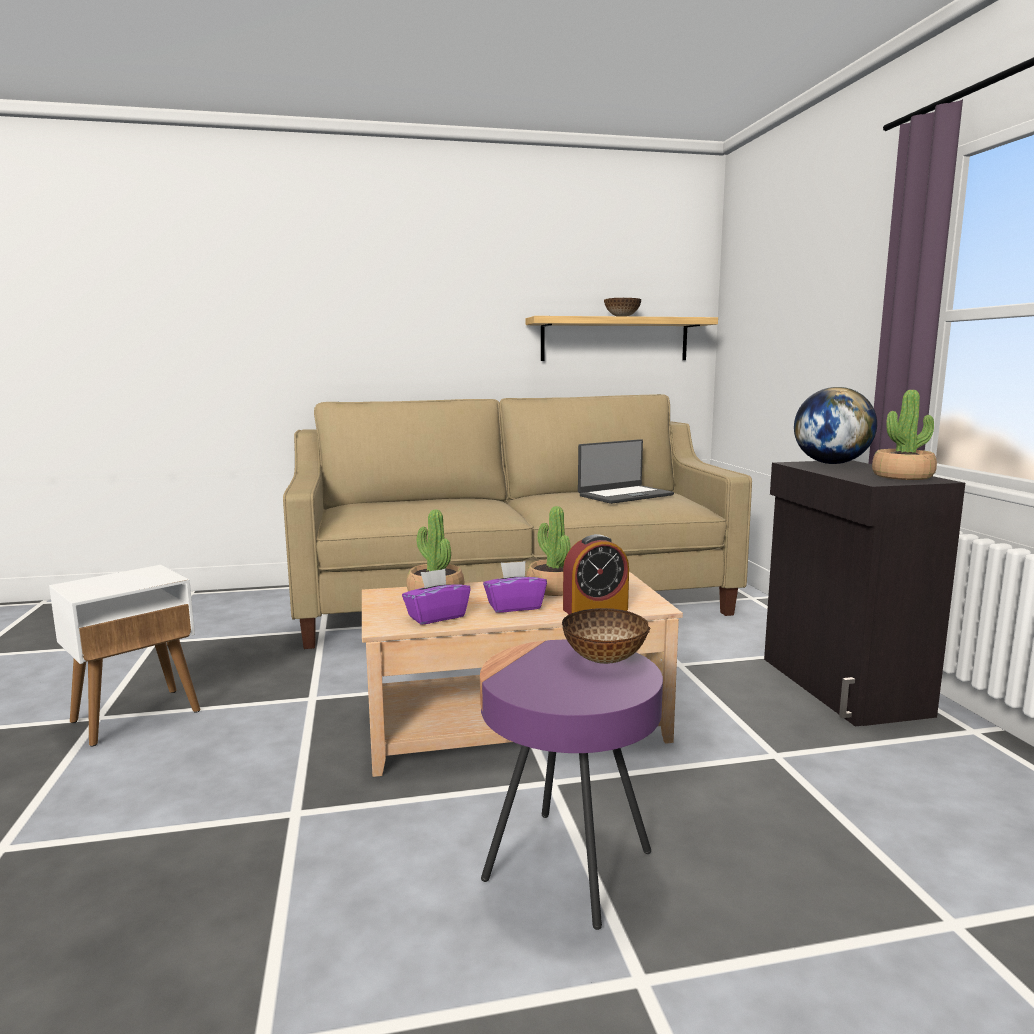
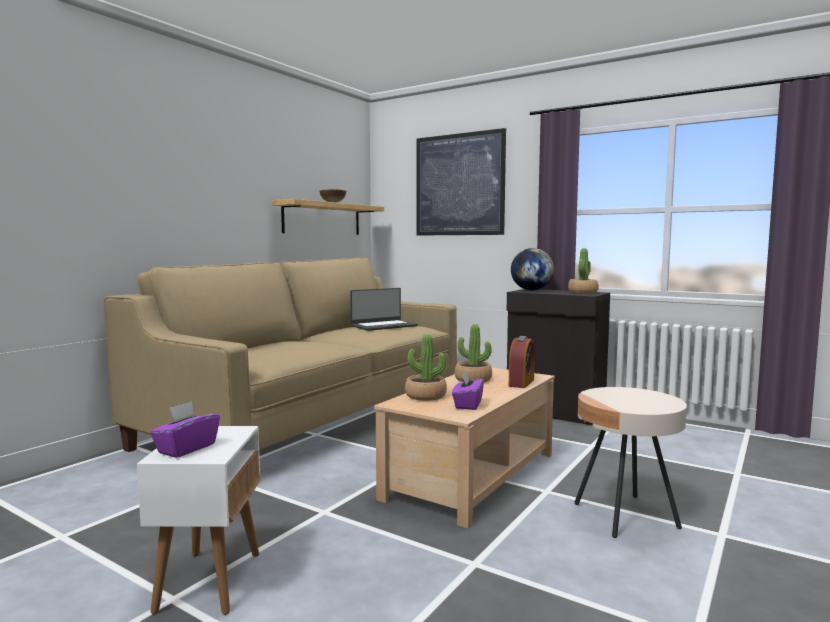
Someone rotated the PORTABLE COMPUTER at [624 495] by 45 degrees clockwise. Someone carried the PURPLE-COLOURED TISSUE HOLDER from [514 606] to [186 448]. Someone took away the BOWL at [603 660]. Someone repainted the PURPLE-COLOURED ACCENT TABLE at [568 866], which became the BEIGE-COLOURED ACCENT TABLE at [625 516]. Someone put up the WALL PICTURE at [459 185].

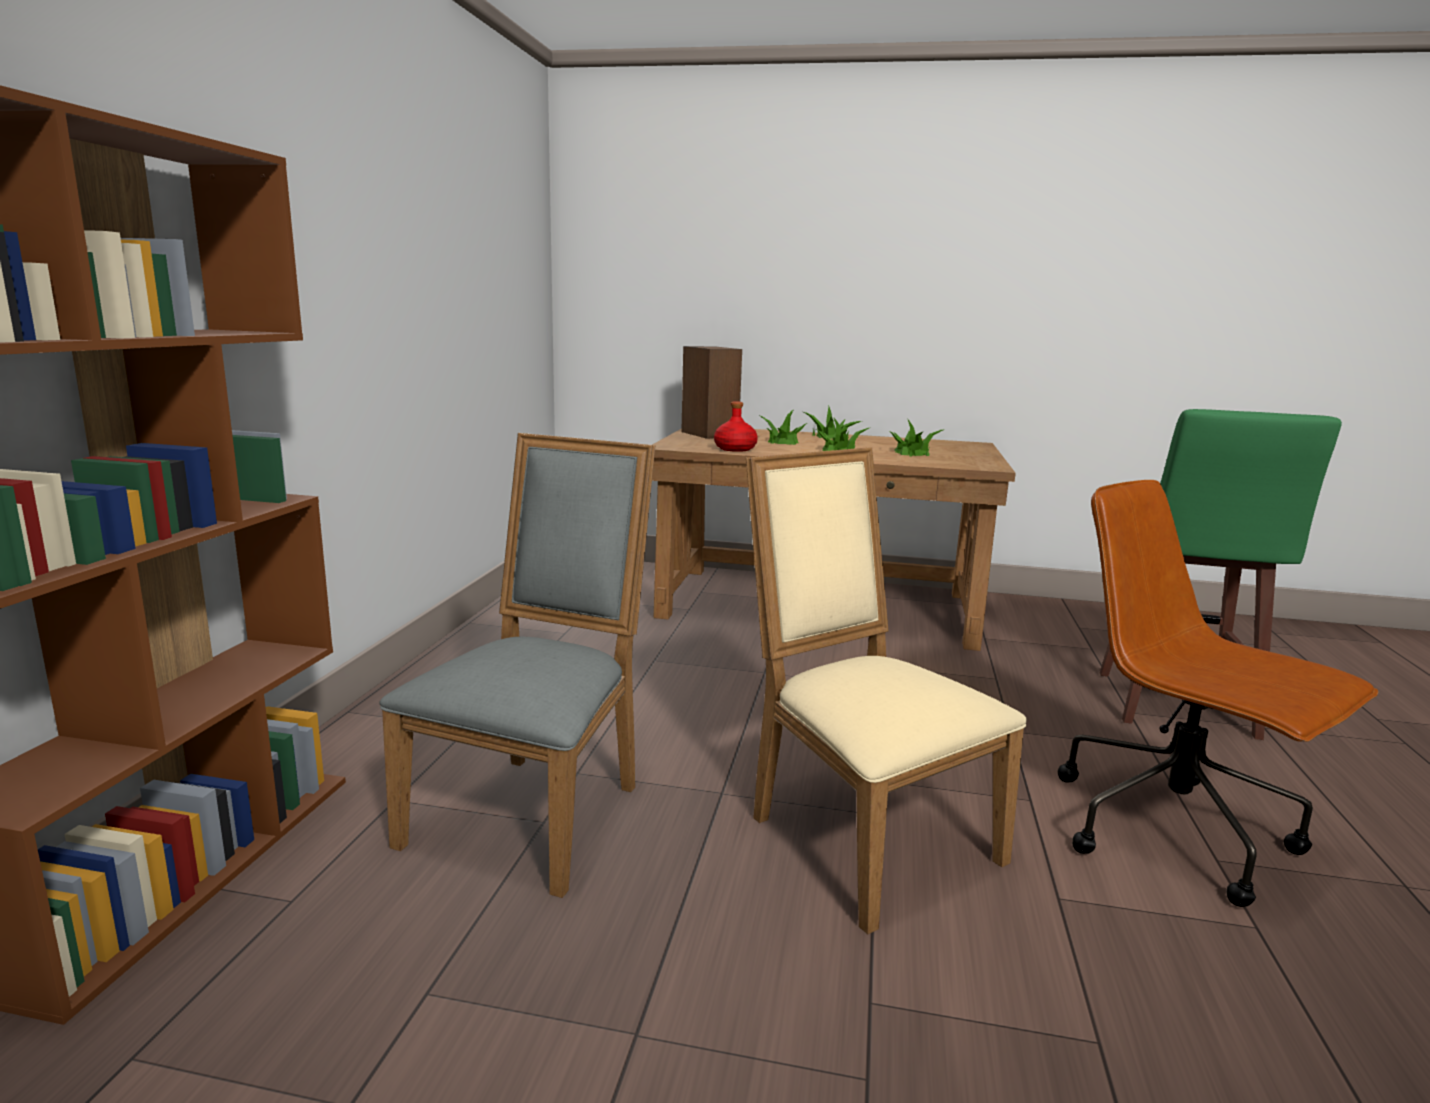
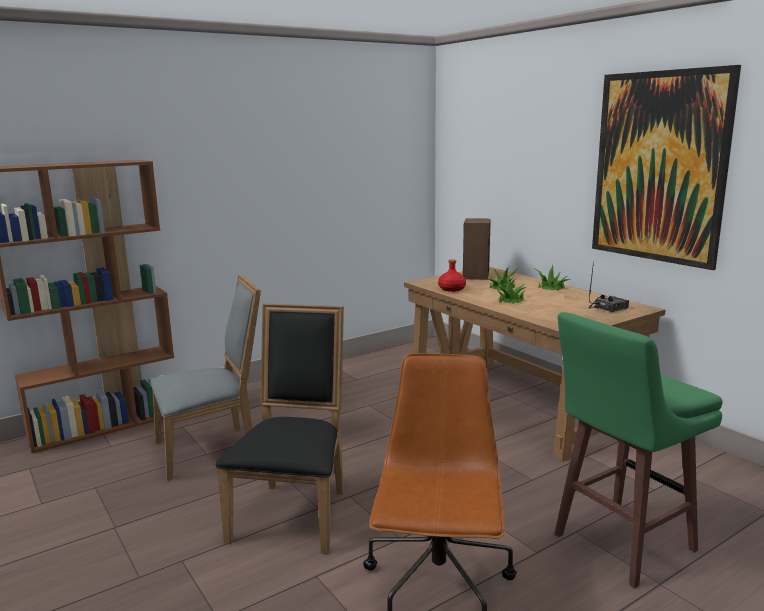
Someone took away the POTTED PLANT at [911 453]. Someone repainted the BEIGE-COLOURED UPRIGHT CHAIR at [860 835], which became the BLACKISH UPRIGHT CHAIR at [295 512]. Someone put up the WALL PICTURE at [659 167]. Someone put down the RADIO SET at [608 308].

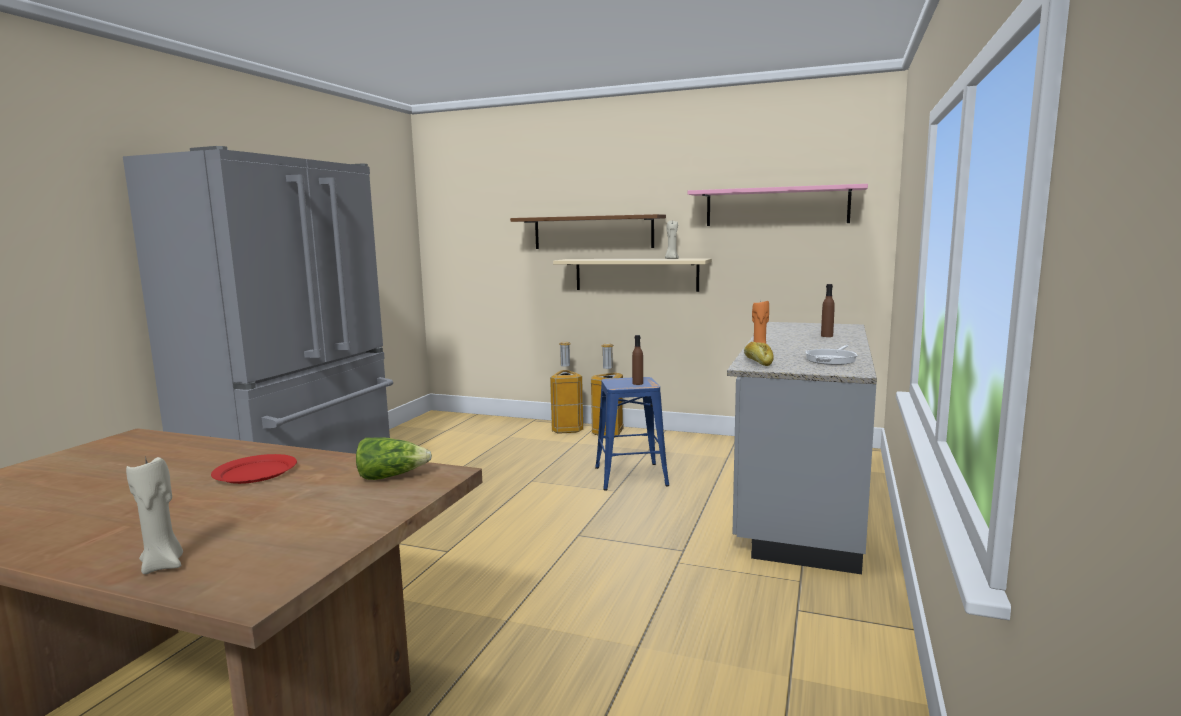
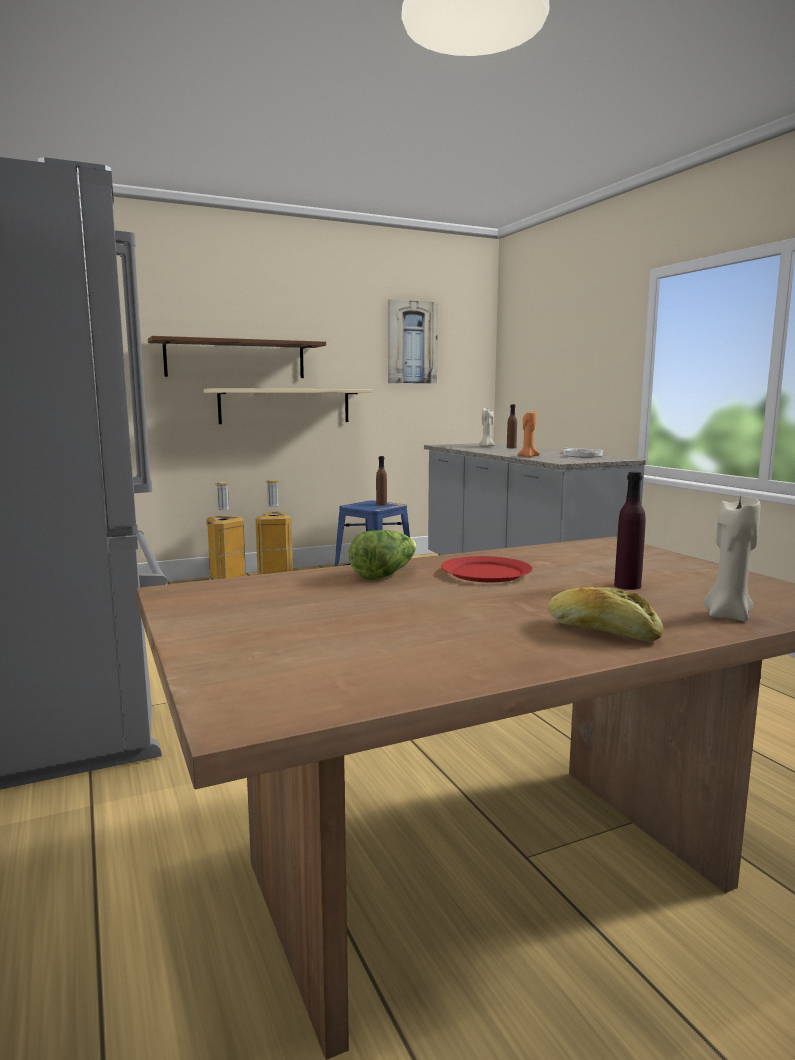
Someone swapped the PINK-COLOURED WALL SHELF at [776 206] for the WALL PICTURE at [411 342]. Someone carried the BEIGE-COLOURED WAX CANDLE from [671 259] to [486 446]. Someone carried the BAKED BREAD from [758 362] to [601 631]. Someone carried the LETTUCE HEAD from [391 476] to [384 574]. Someone put down the PURPLE-COLOURED BOTTLE at [627 586].

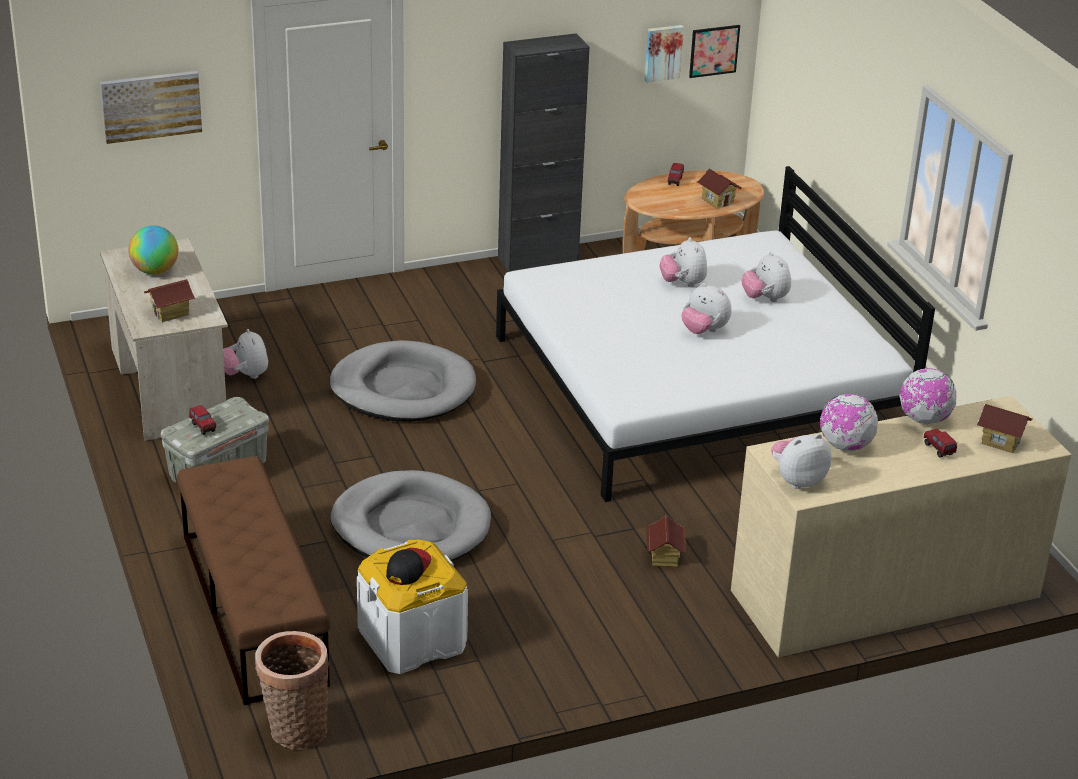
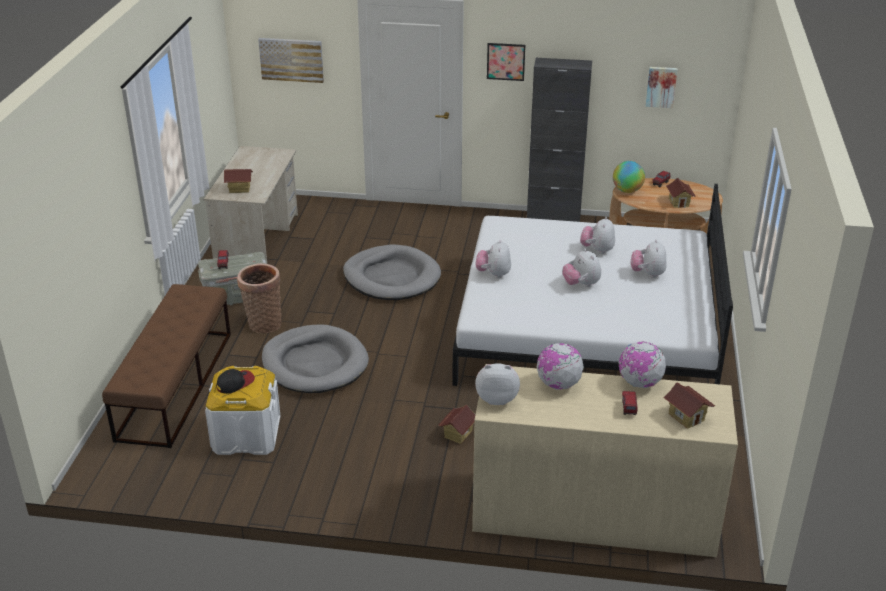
Someone carried the WALL PICTURE from [714 51] to [506 61]. Someone carried the DESK GLOBE from [155 271] to [627 191]. Someone carried the CUDDLY TOY from [246 375] to [493 274]. Someone carried the STORAGE BASKET from [294 730] to [263 323].

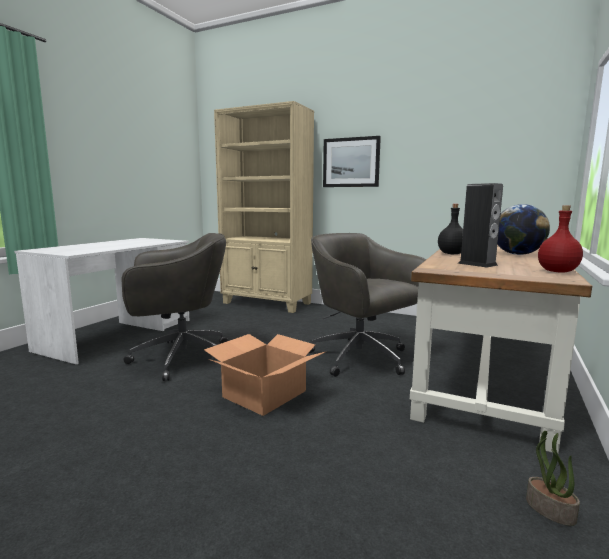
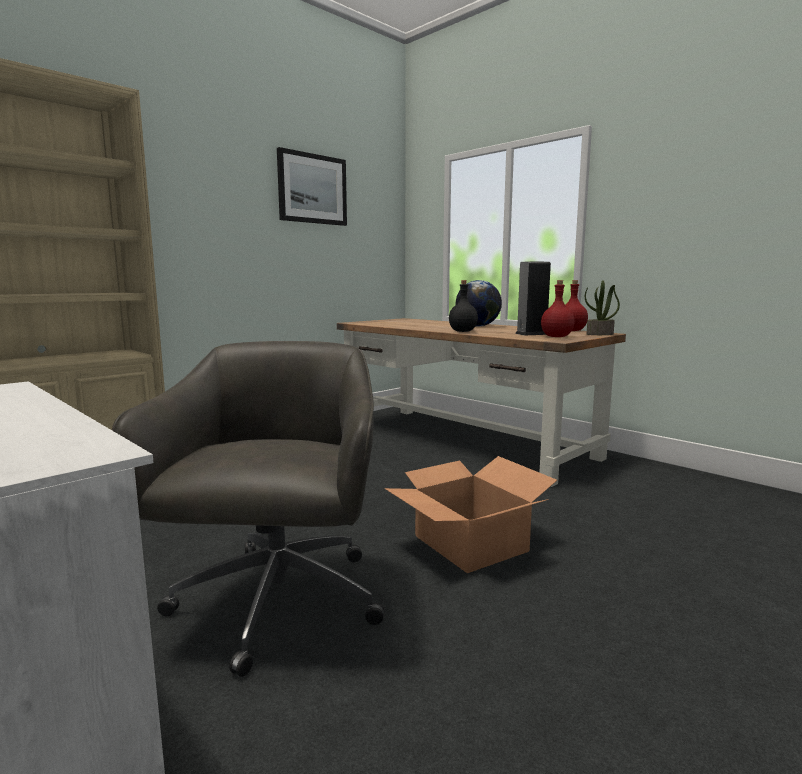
Someone carried the WALL PICTURE from [351 162] to [312 189]. Someone took away the GREYISH OFFICE CHAIR at [362 359]. Someone carried the POTTED PLANT from [549 510] to [599 334]. Someone put down the RED BOTTLE at [557 336].

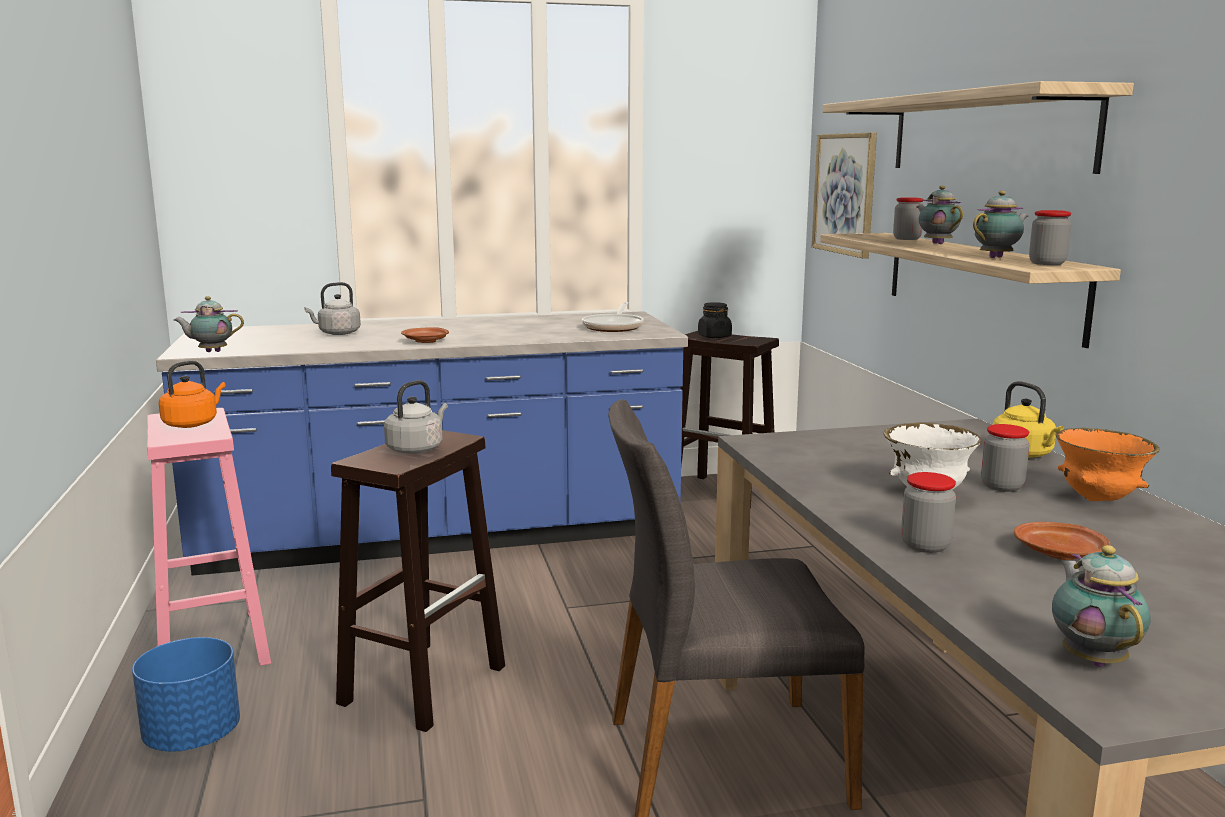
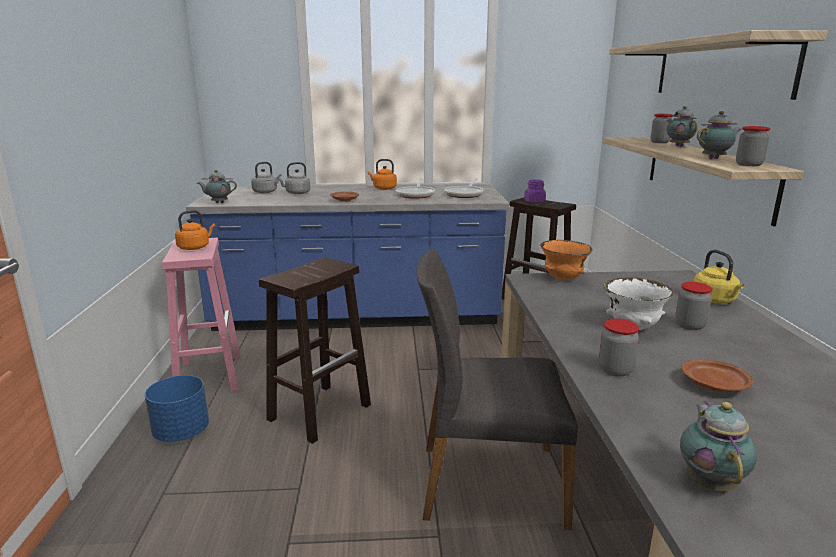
Someone took away the WALL PICTURE at [845 193]. Someone repainted the BLACKISH JAR at [714 336], which became the PURPLE-COLOURED JAR at [534 201]. Someone carried the GREYISH TEA KETTLE from [417 449] to [266 192]. Someone carried the ORANGE BOWL from [1098 500] to [563 279]. Someone put down the ORANGE TEA KETTLE at [383 188]. Someone put down the FRYING PAN at [416 195].

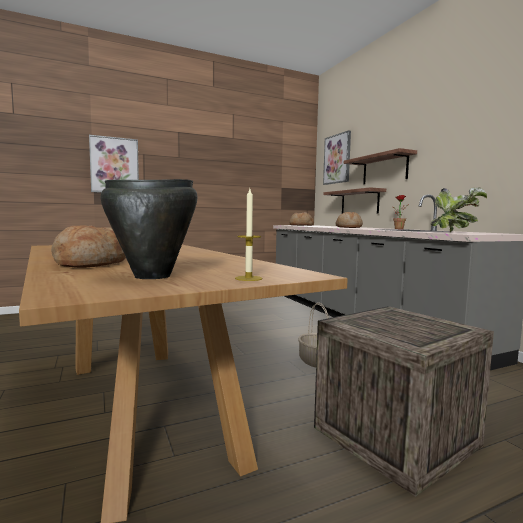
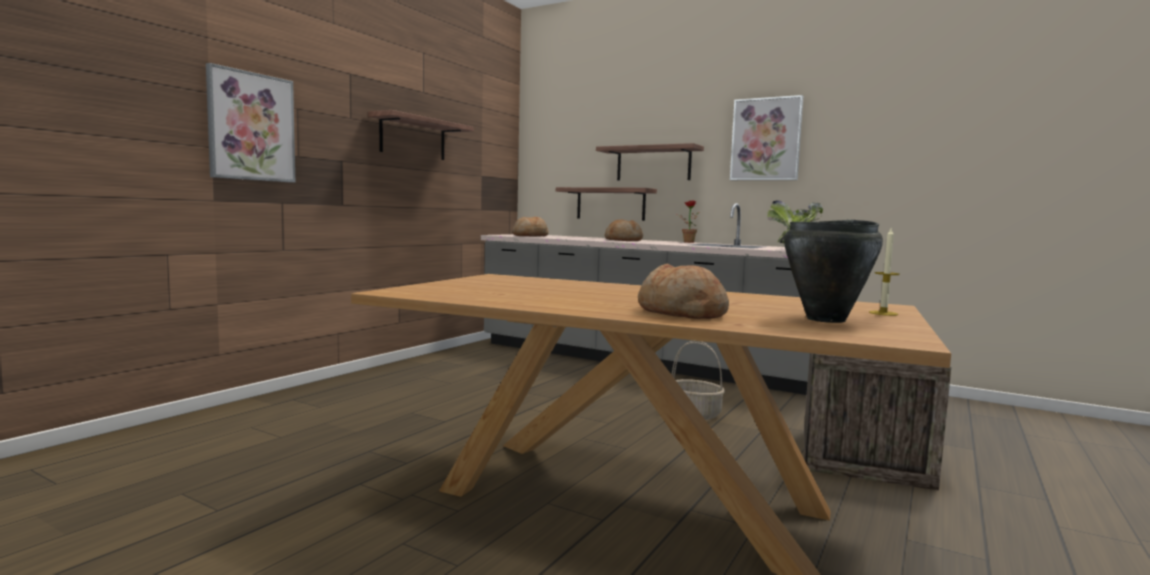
Someone carried the WALL PICTURE from [337 159] to [766 139]. Someone put up the WALL SHELF at [413 138].

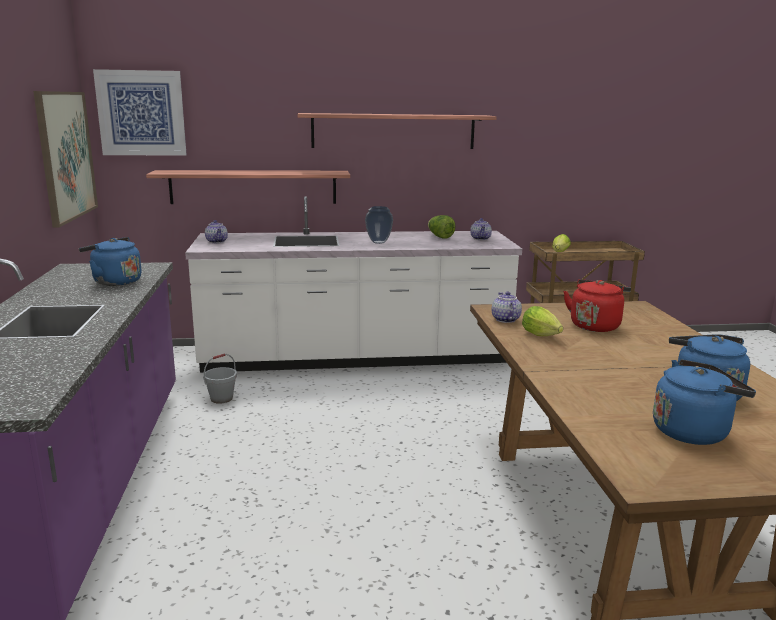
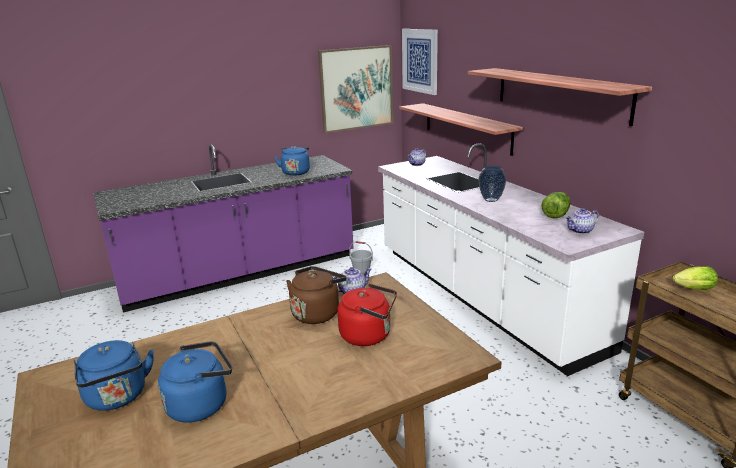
Someone swapped the LETTUCE HEAD at [542 336] for the BROWN-COLOURED TEA KETTLE at [317 313].

